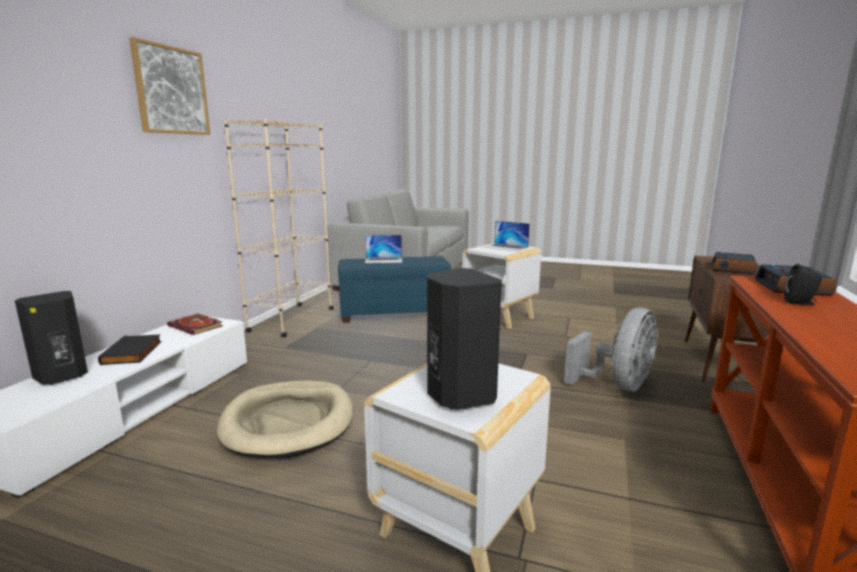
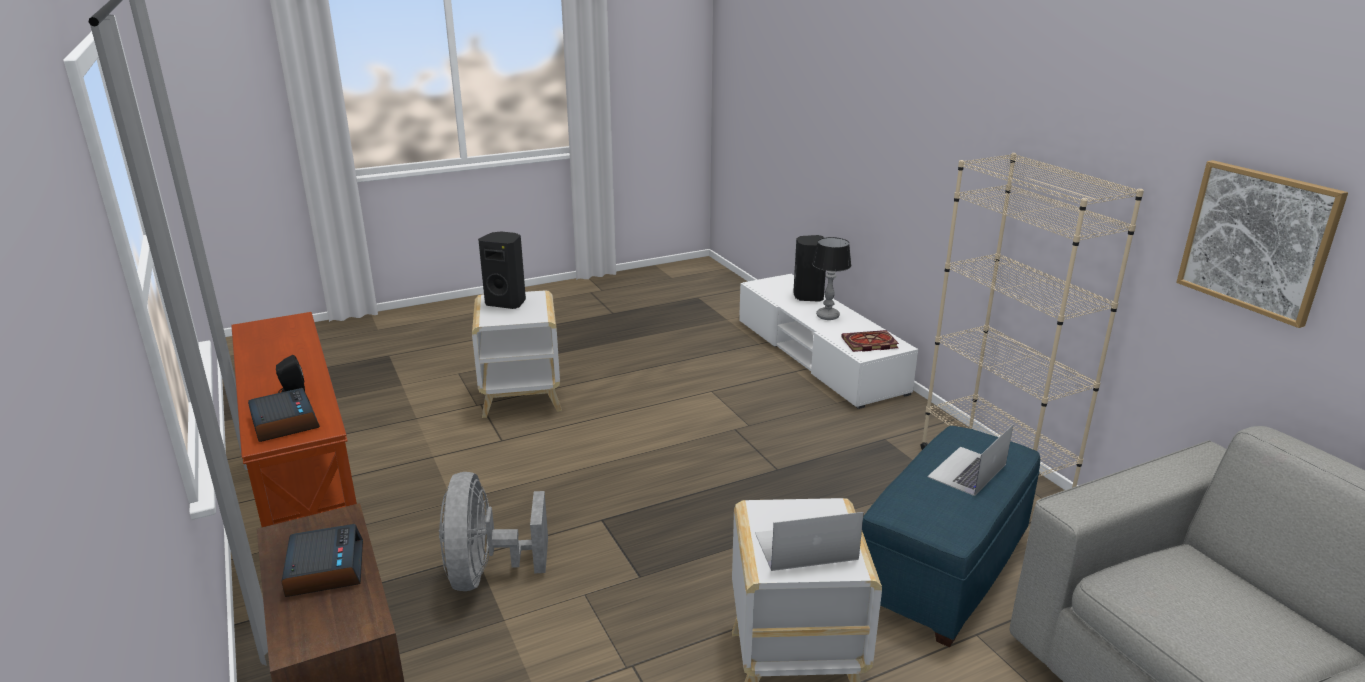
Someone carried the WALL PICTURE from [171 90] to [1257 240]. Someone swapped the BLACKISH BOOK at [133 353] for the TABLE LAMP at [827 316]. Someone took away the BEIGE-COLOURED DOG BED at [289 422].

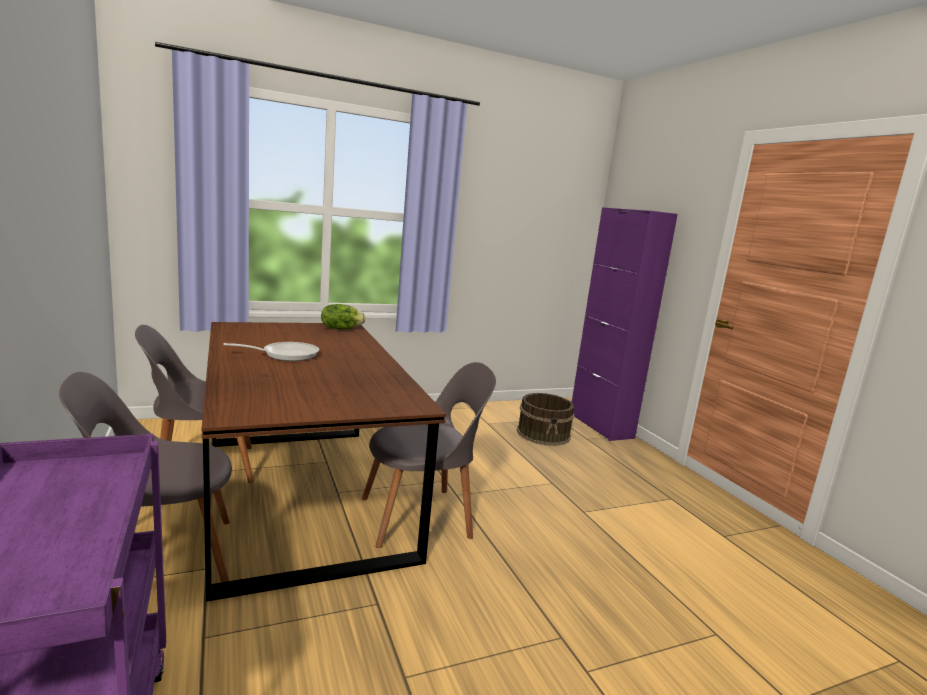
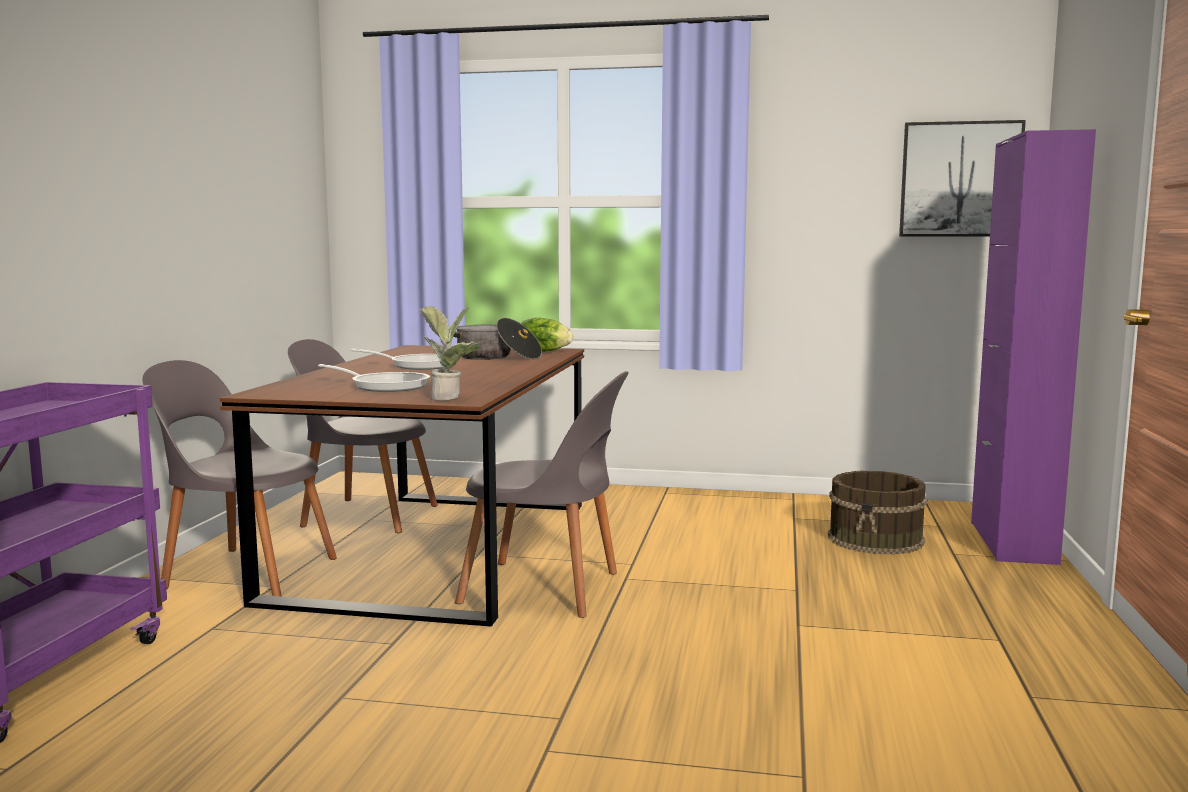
Someone put up the WALL PICTURE at [960 179]. Someone put down the POTTED PLANT at [451 397]. Someone put down the STOCKPOT at [496 357]. Someone put down the FRYING PAN at [385 386].

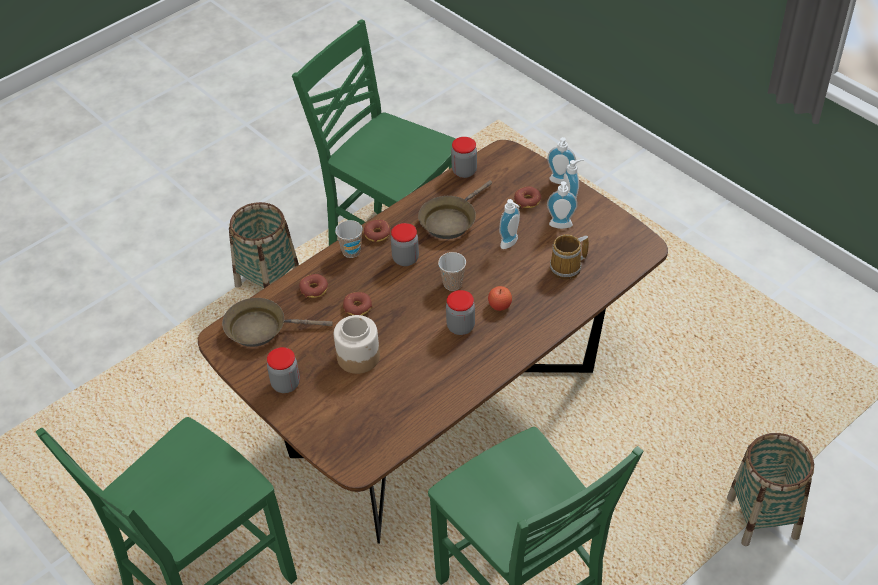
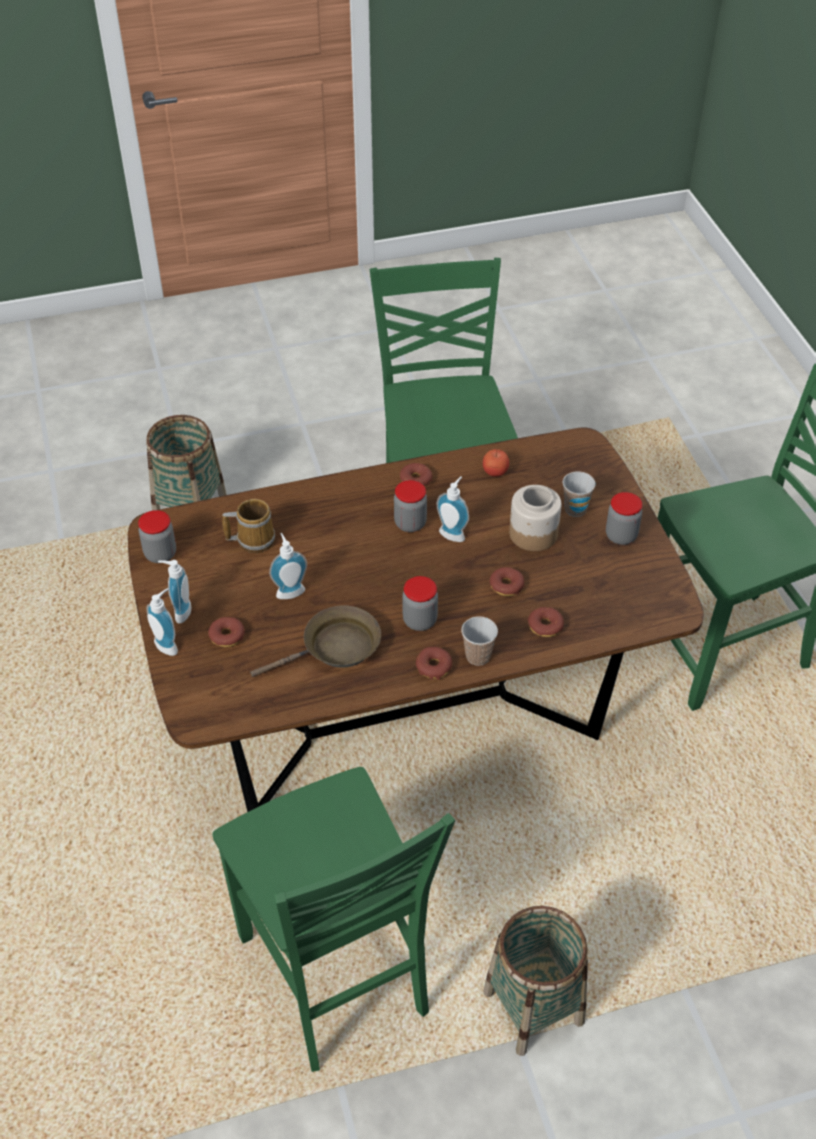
Someone carried the JAR from [464 171] to [160 554]. Someone carried the SOAP BOTTLE from [560 226] to [453 533]. Someone carried the CUP from [452 284] to [575 509]. Someone carried the APPLE from [499 305] to [495 471]. Someone took away the BROWN-COLOURED FRYING PAN at [261 328]. Someone put down the DOUGHNUT at [415 480].

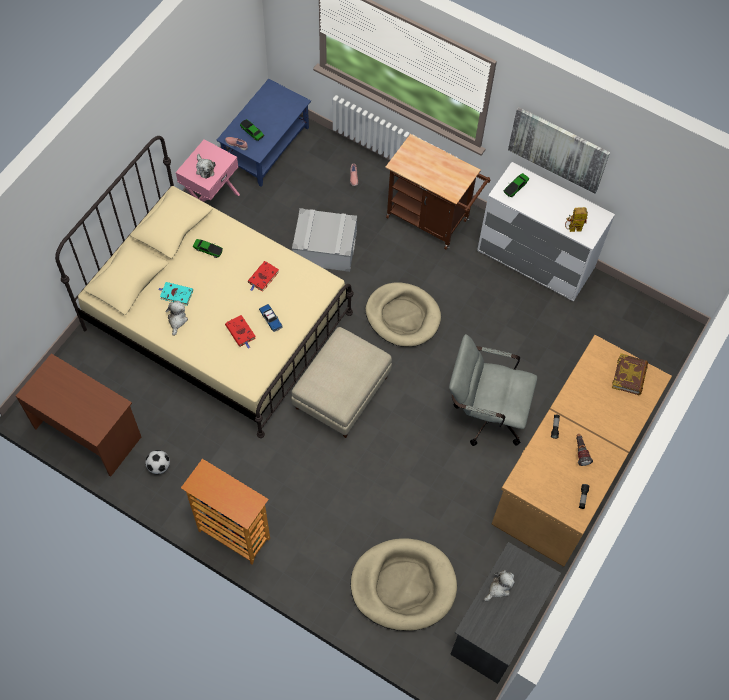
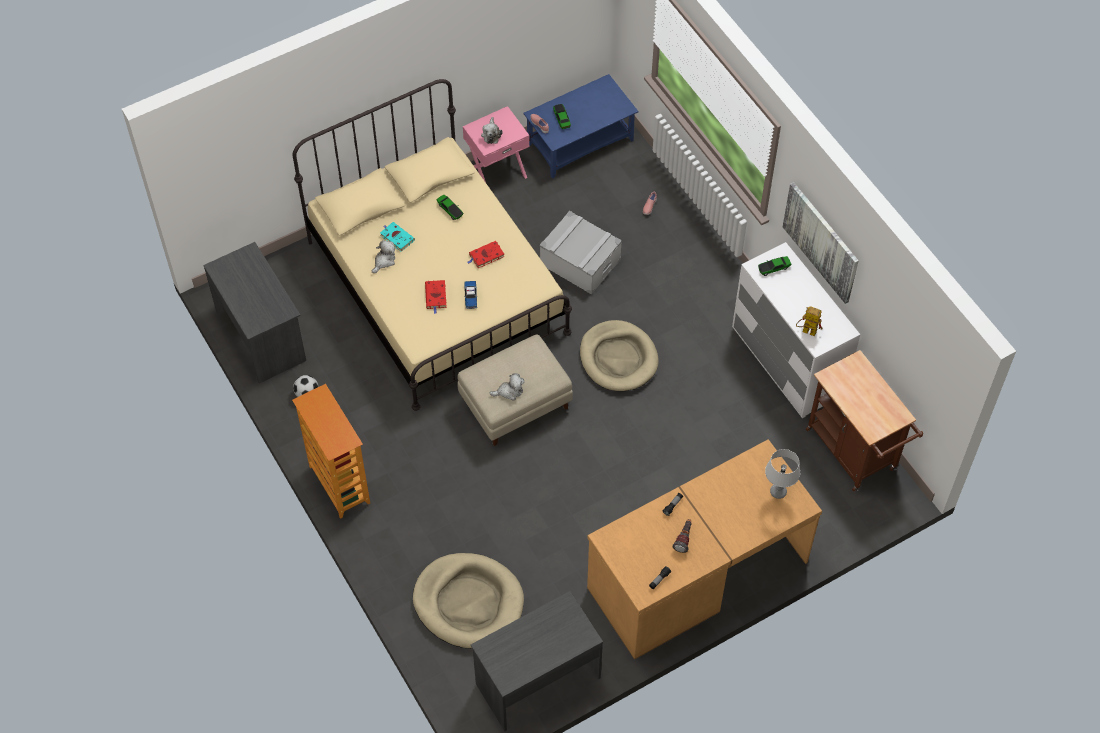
Someone carried the BROWN-COLOURED CART from [432 220] to [854 454]. Someone took away the GREYISH OFFICE CHAIR at [485 413]. Someone repainted the BROWN-COLOURED DESK TABLE at [88 431], which became the GREYISH DESK TABLE at [262 335]. Someone swapped the BOOK at [629 376] for the GREYISH TABLE LAMP at [778 492]. Someone carried the CUDDLY TOY from [499 588] to [509 391].

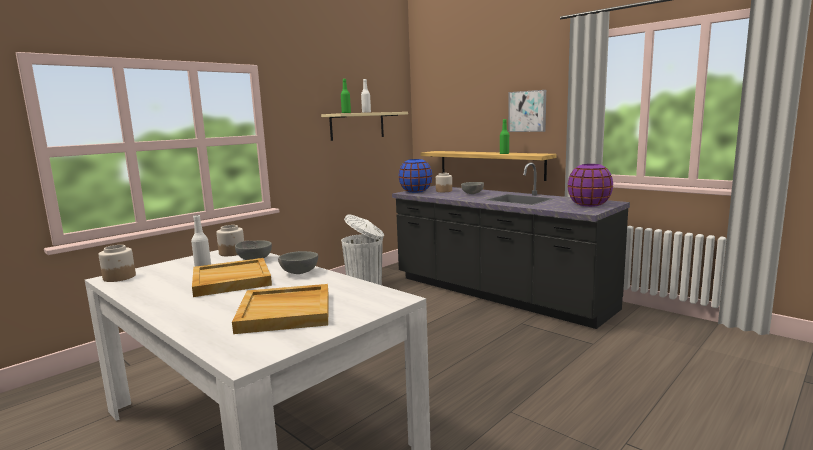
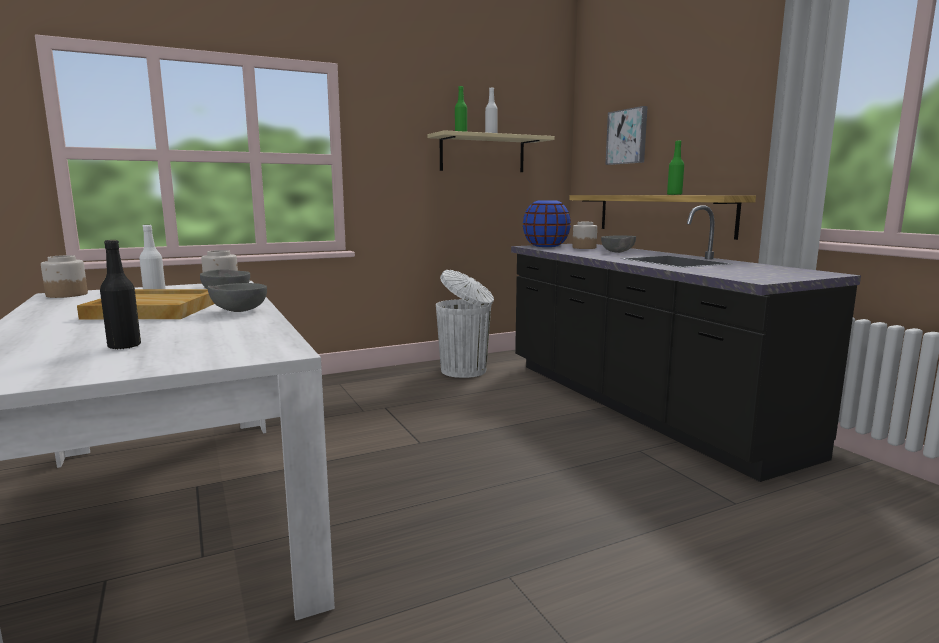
Someone carried the WALL PICTURE from [527 111] to [627 136]. Someone took away the PURPLE-COLOURED FLOWER VASE at [589 205]. Someone swapped the BEIGE-COLOURED CARRYING TRAY at [286 312] for the BLACKISH BOTTLE at [124 346].

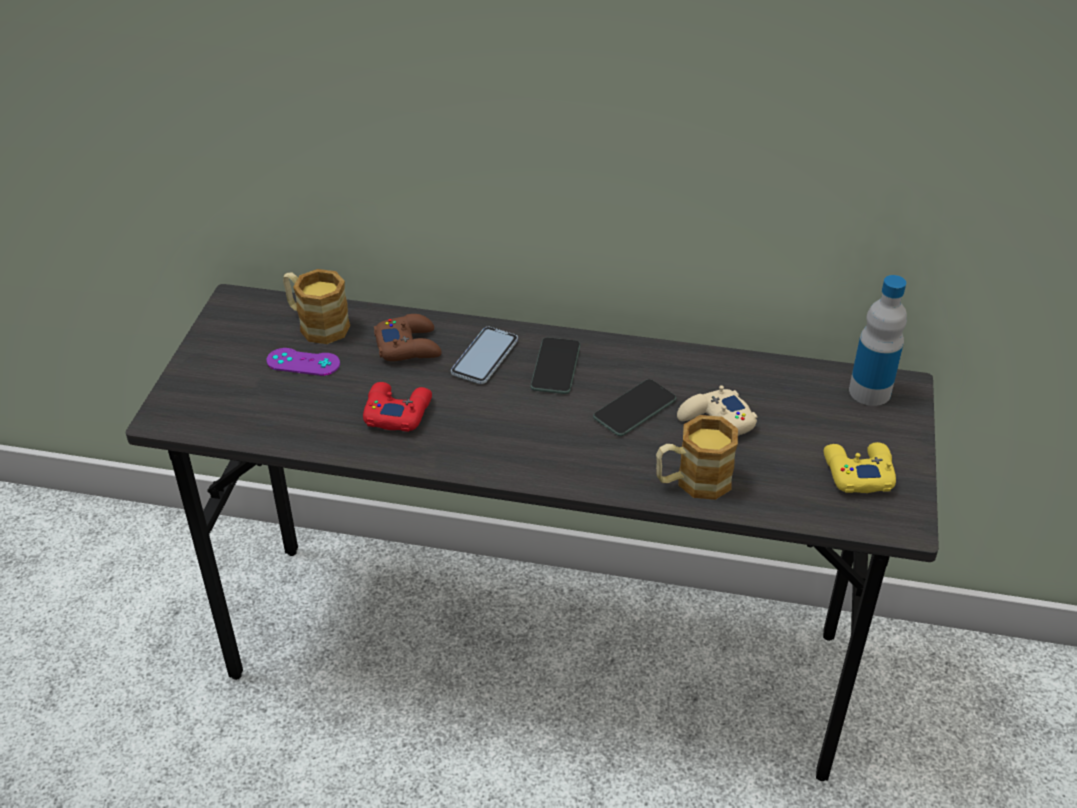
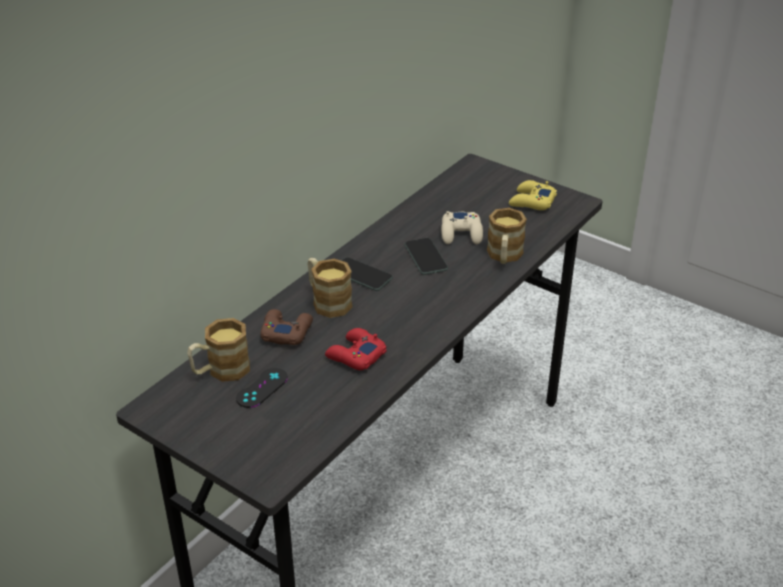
Someone took away the BOTTLE at [869 391]. Someone swapped the PHONE at [485 357] for the COFFEE MUG at [327 301]. Someone repainted the PURPLE-COLOURED GAME CONTROLLER at [303 362], which became the BLACKISH GAME CONTROLLER at [262 388].

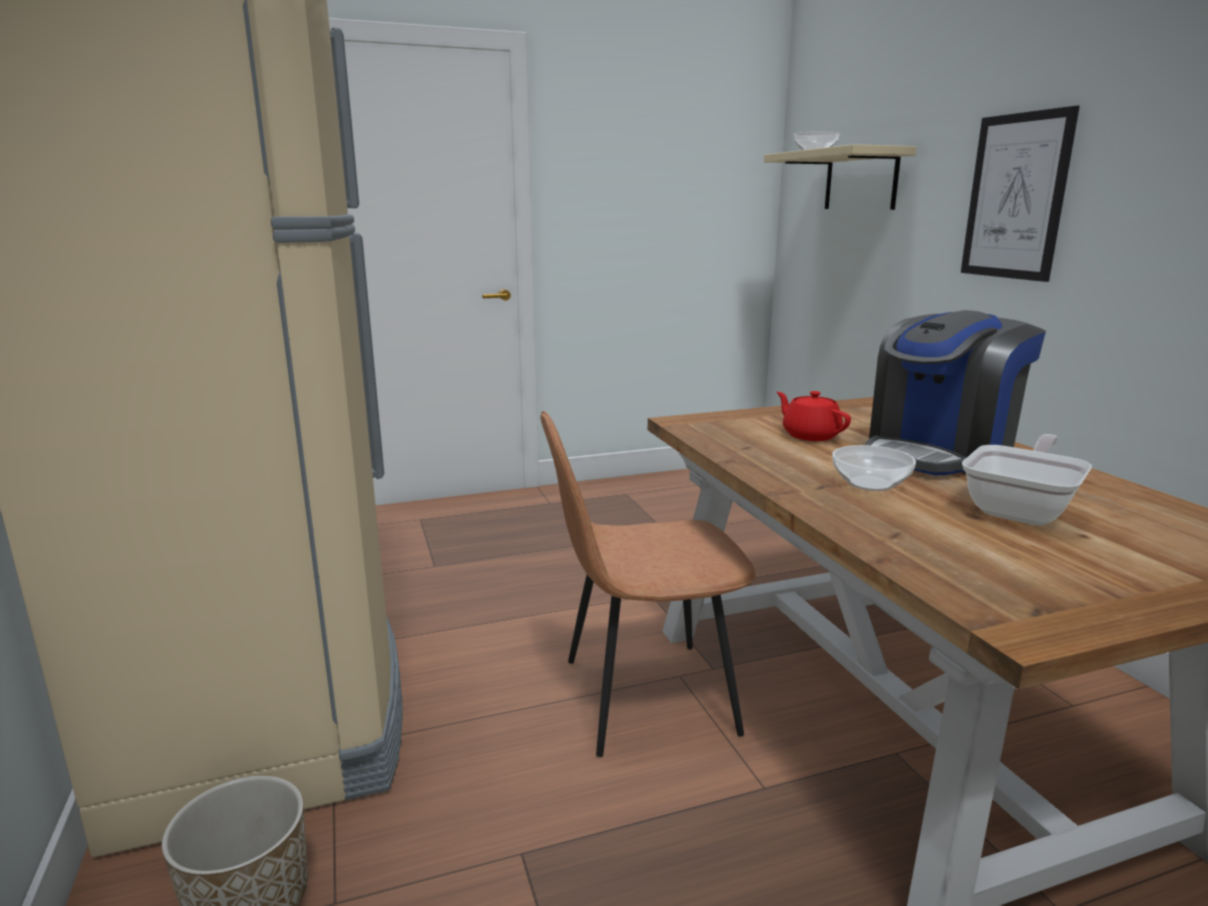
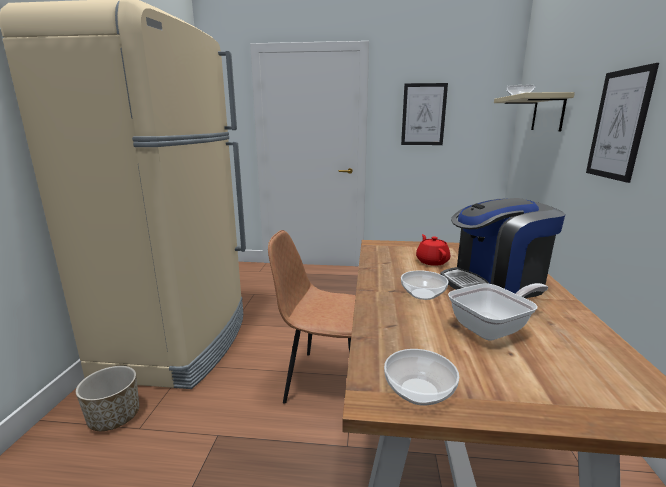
Someone put up the WALL PICTURE at [423 114]. Someone put down the BOWL at [418 390].

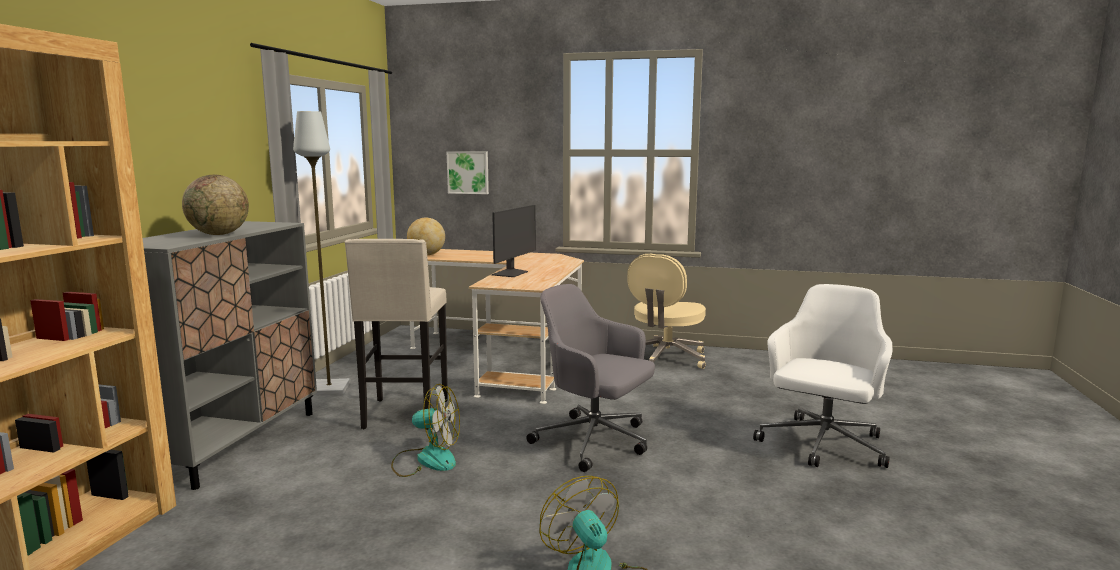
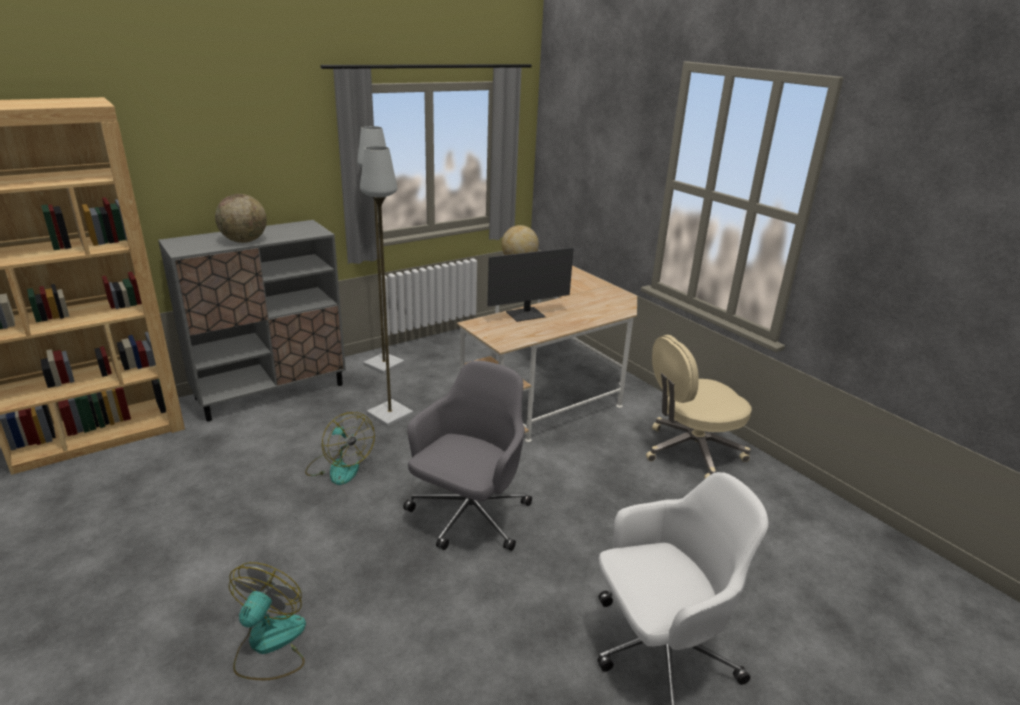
Someone took away the WALL PICTURE at [468 172]. Someone swapped the BEIGE-COLOURED SITTING STOOL at [404 415] for the GREYISH FLOOR LAMP at [389 414]. Someone rotated the GREYISH OFFICE CHAIR at [595 441] by 45 degrees clockwise.

